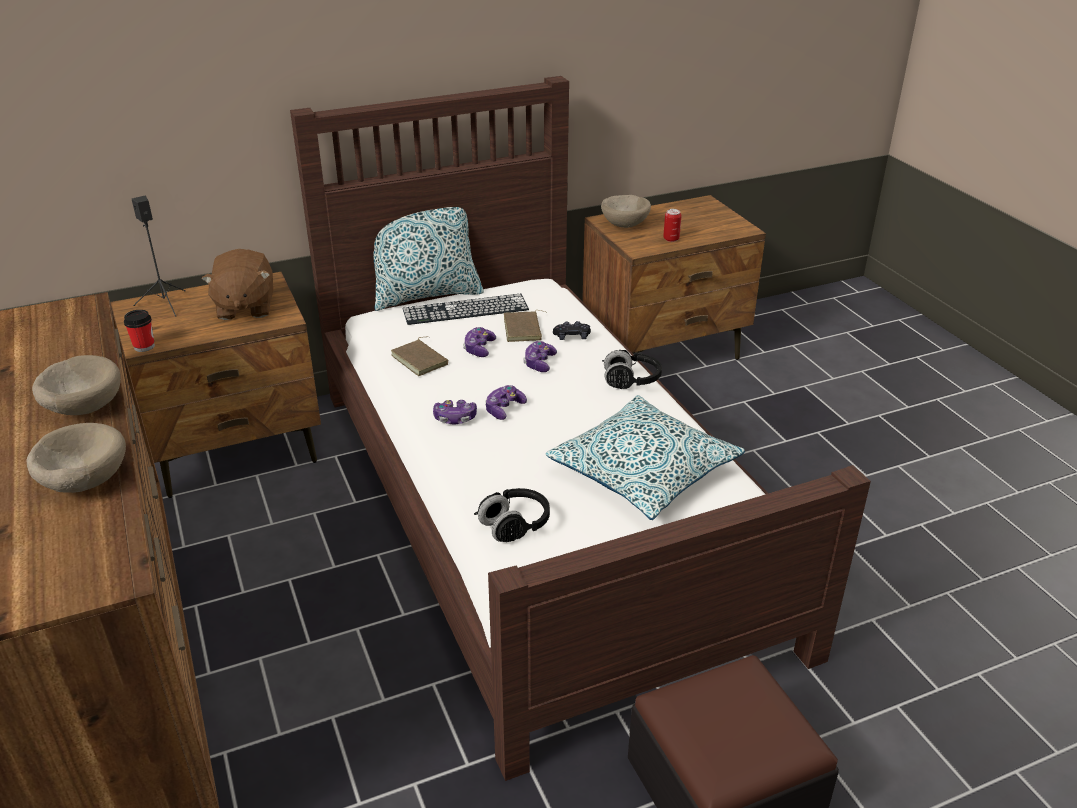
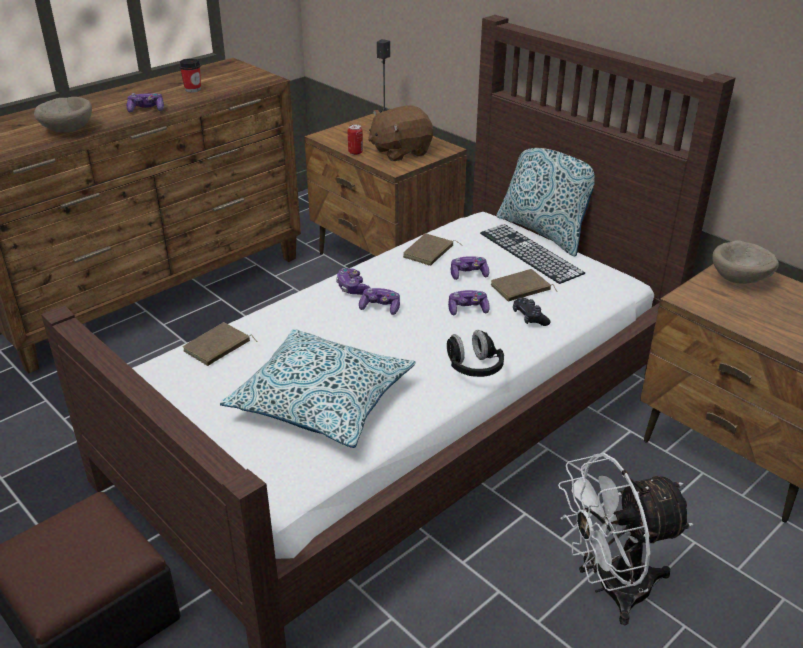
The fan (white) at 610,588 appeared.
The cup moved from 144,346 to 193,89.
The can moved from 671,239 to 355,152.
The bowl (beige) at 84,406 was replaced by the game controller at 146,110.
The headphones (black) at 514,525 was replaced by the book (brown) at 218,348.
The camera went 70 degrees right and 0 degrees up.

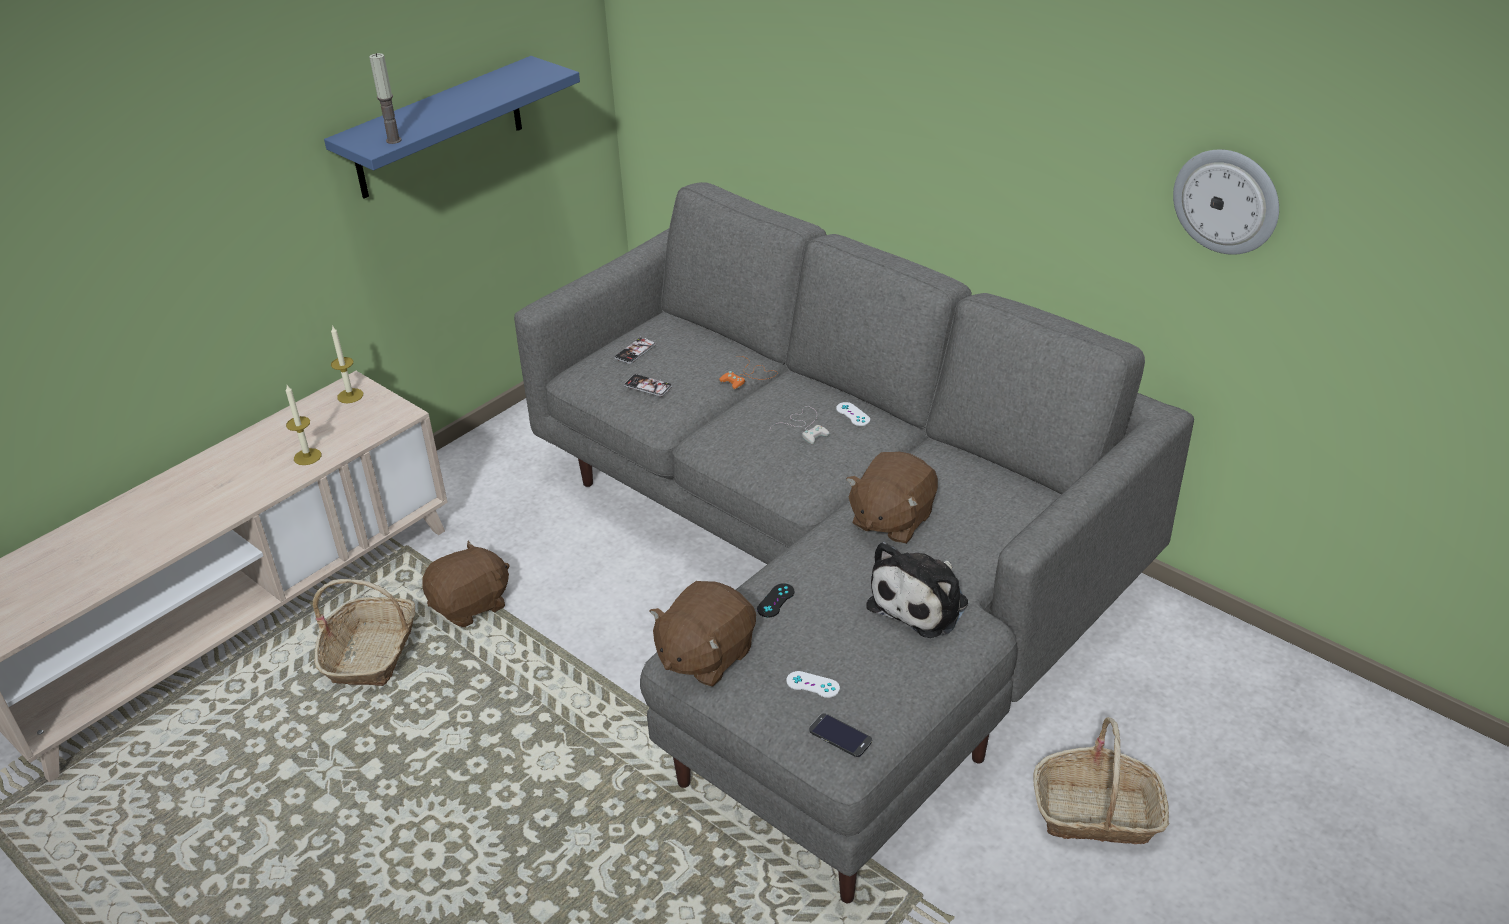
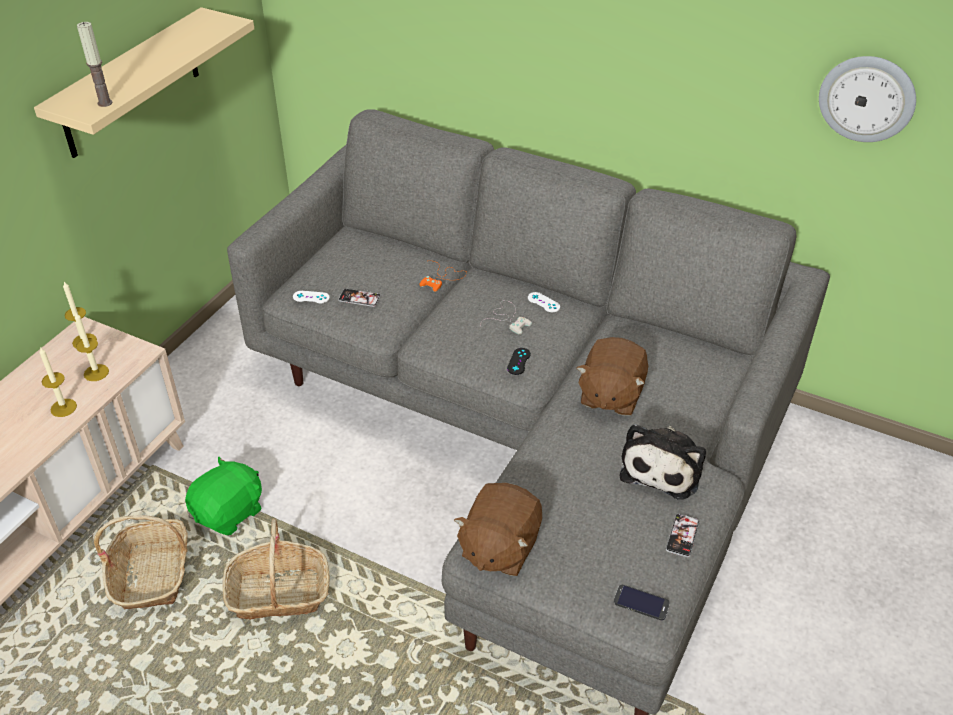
The candle at 96,372 appeared.
The phone moved from 635,351 to 682,536.
The game controller (black) moved from 776,600 to 518,361.
The game controller (white) moved from 813,684 to 311,297.
The basket moved from 1097,813 to 279,593.
The shelf (blue) at 439,128 became the shelf (beige) at 131,84.
The plush toy (brown) at 471,605 became the plush toy (green) at 230,513.
The camera went 15 degrees left and 5 degrees up.

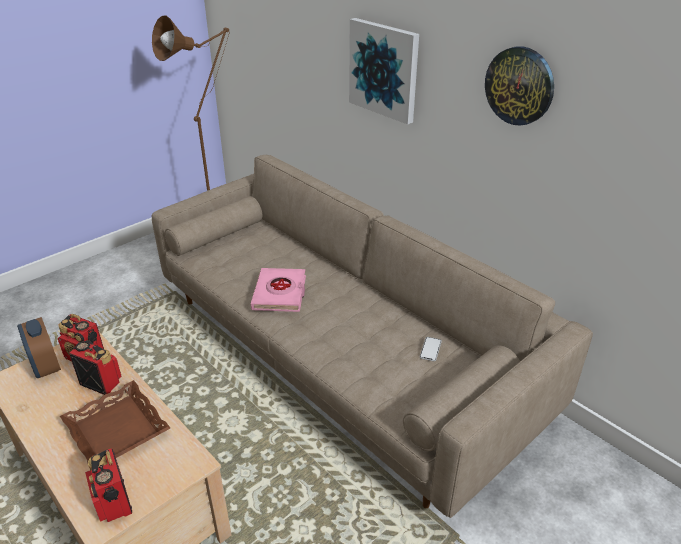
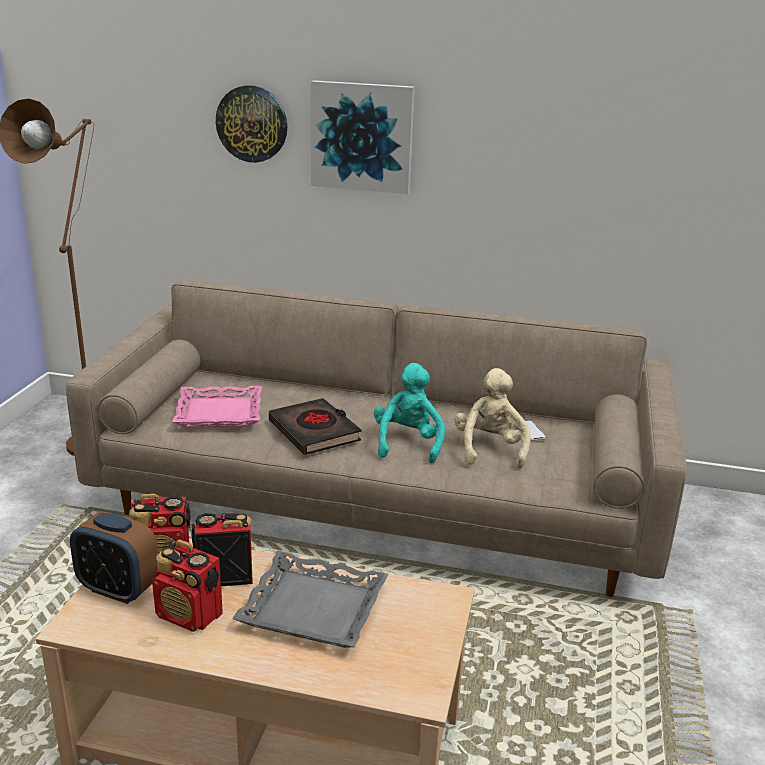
The tray (pink) at 219,412 appeared.
The plush toy (turquoise) at 408,443 appeared.
The plush toy (beige) at 489,449 appeared.
The radio moved from 113,503 to 190,615.
The wall clock moved from 519,86 to 252,124.
The tray (brown) at 117,429 became the tray (grey) at 314,607.
The book (pink) at 280,293 became the book (black) at 314,432.
The camera went 35 degrees left and 10 degrees down.

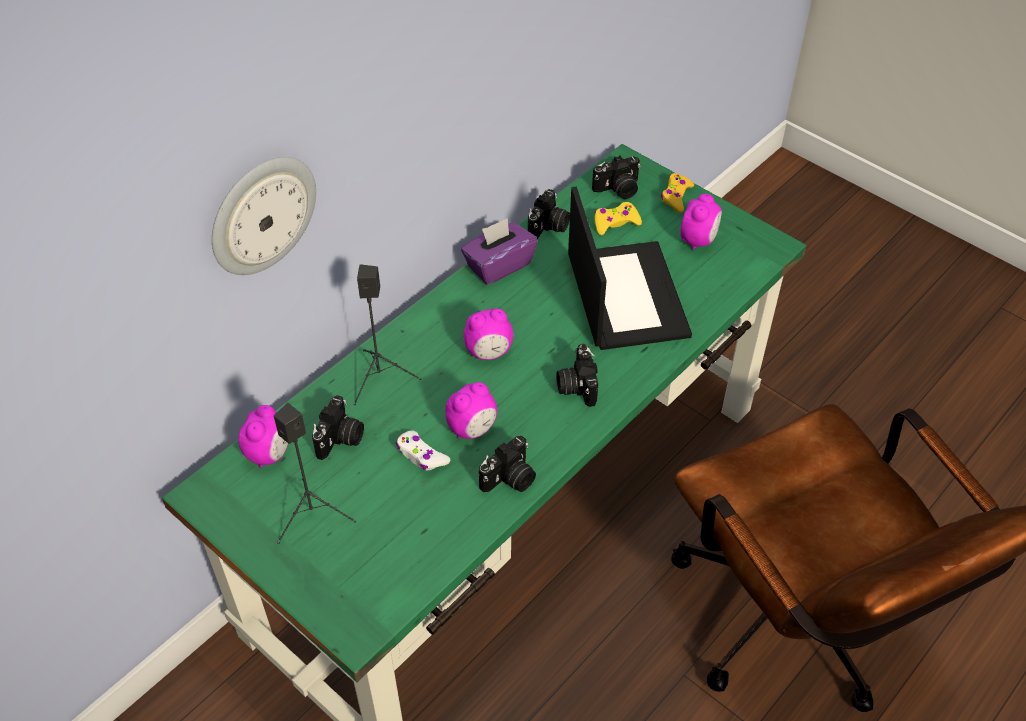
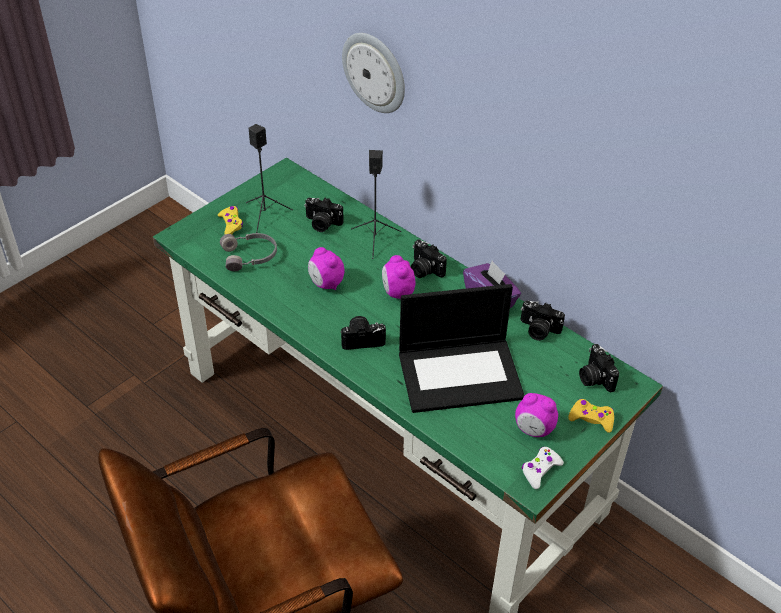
The alarm clock at 269,453 disappeared.
The headphones (grey) at 250,256 appeared.
The game controller (white) moved from 421,455 to 540,470.
The photo camera moved from 510,479 to 424,270.
The game controller (yellow) moved from 615,223 to 231,224.
The camera went 90 degrees right and 5 degrees down.

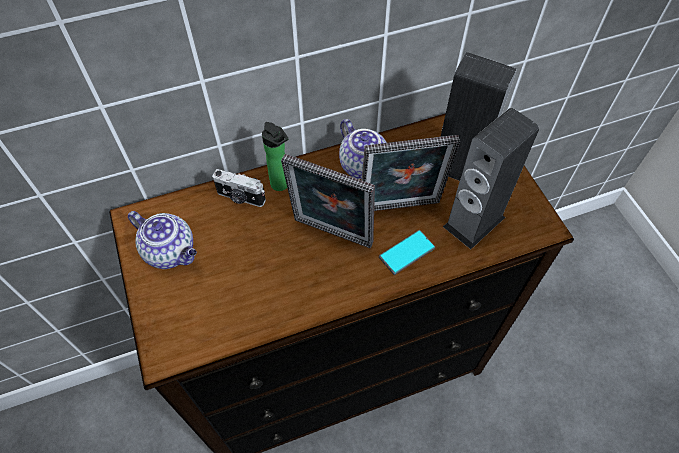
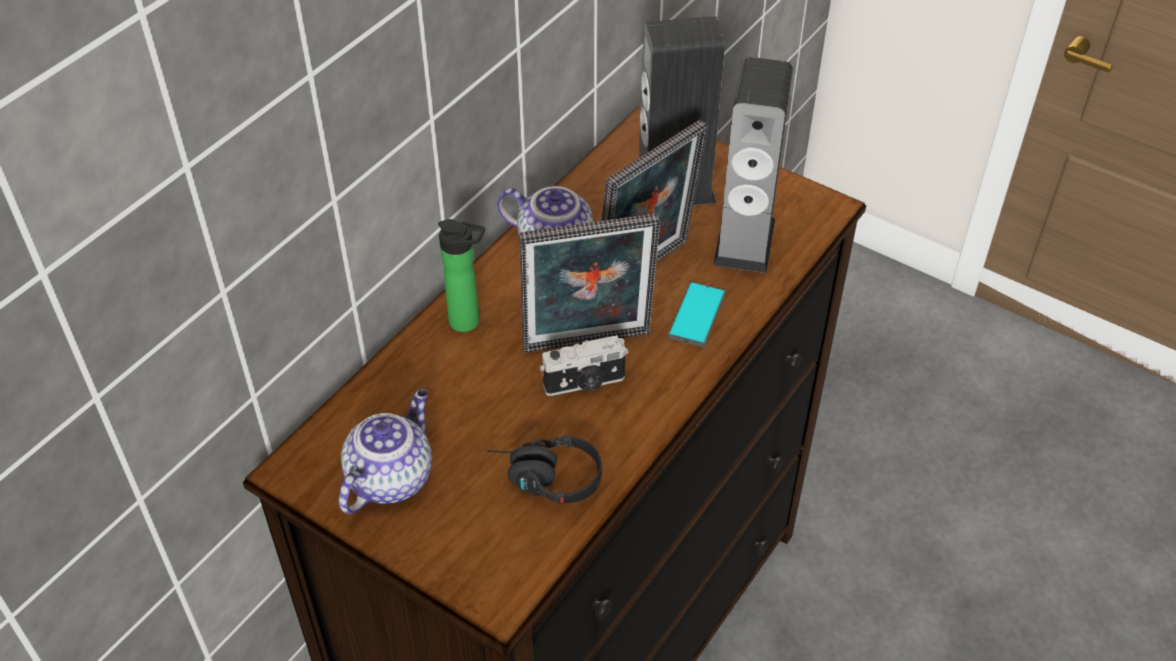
The headphones (black) at 544,479 appeared.
The photo camera moved from 240,198 to 585,384.
The teapot at 171,251 turned 60 degrees counterclockwise.
The camera went 35 degrees left and 10 degrees down.

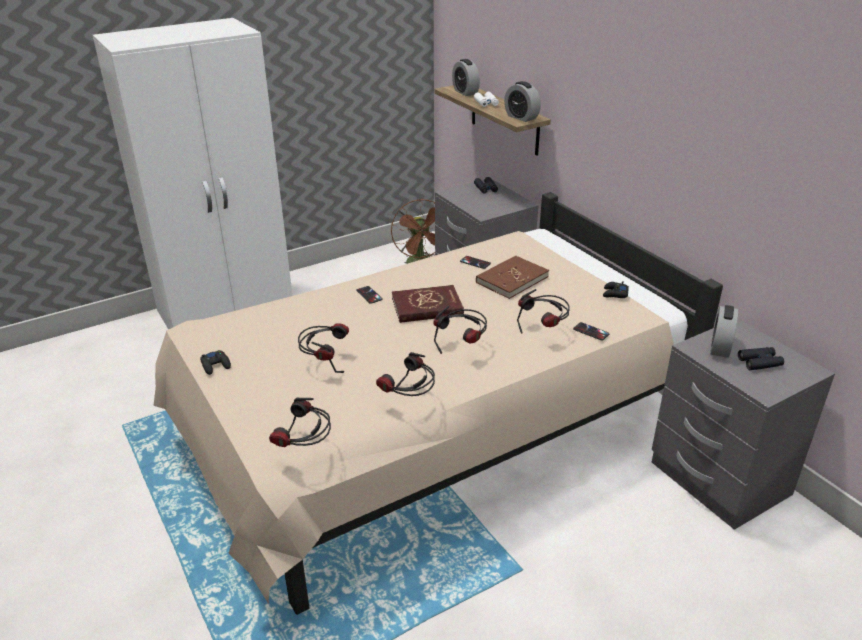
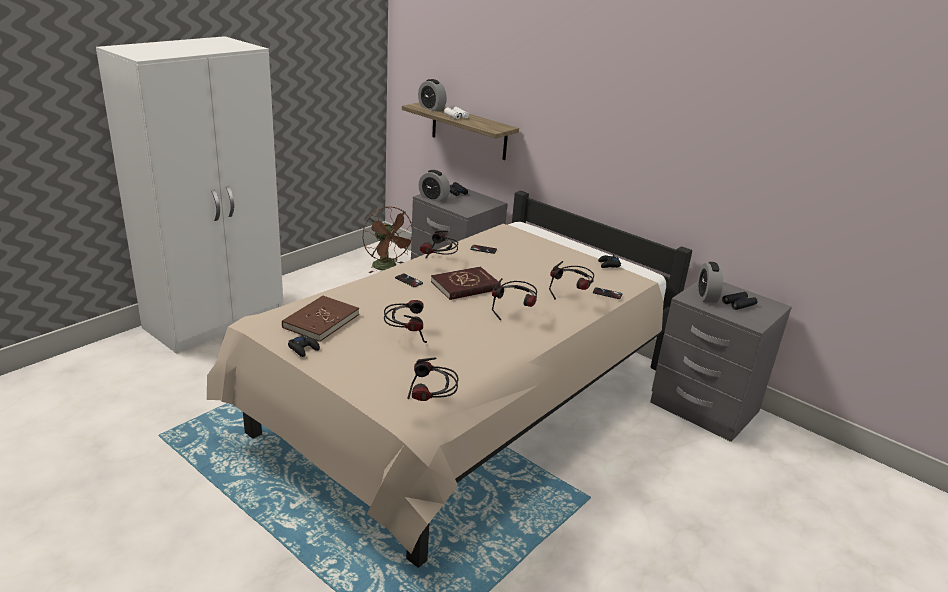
The headphones moved from 409,401 to 439,264.
The book (brown) moved from 512,279 to 321,321.
The alarm clock moved from 521,117 to 433,198.
The camera went 20 degrees left and 5 degrees down.

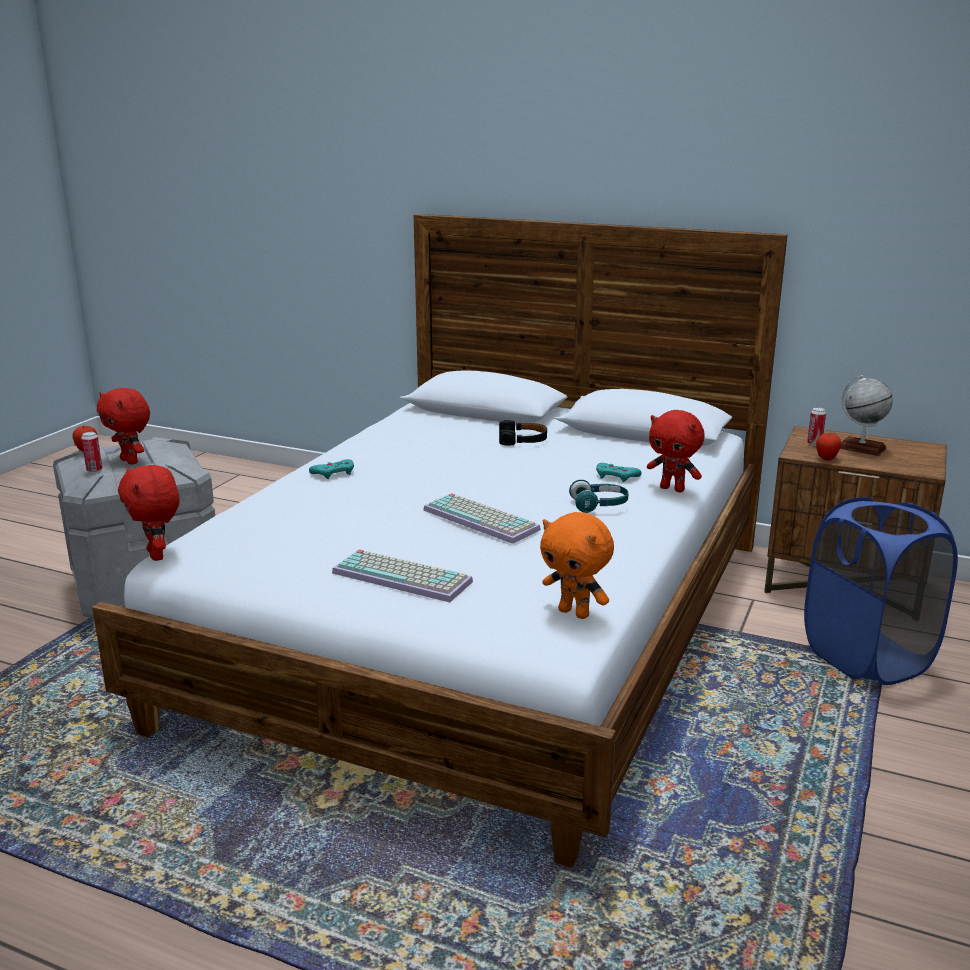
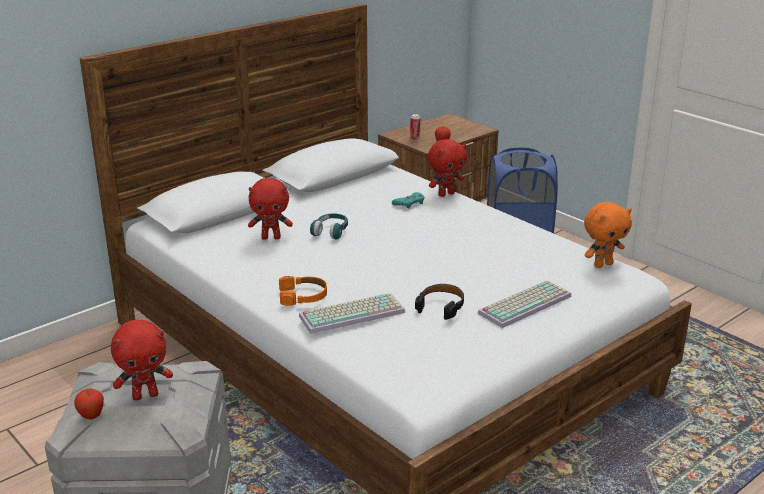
The can at 94,470 disappeared.
The globe at 861,448 disappeared.
The plush toy (red) moved from 158,555 to 271,237.
The keyboard moved from 483,519 to 352,313.
The headphones (black) moved from 523,440 to 441,306.
The headphones (turquoise) moved from 599,505 to 331,232.
The game controller (turquoise) at 334,473 was replaced by the headphones (orange) at 303,296.
The camera went 65 degrees left and 5 degrees up.

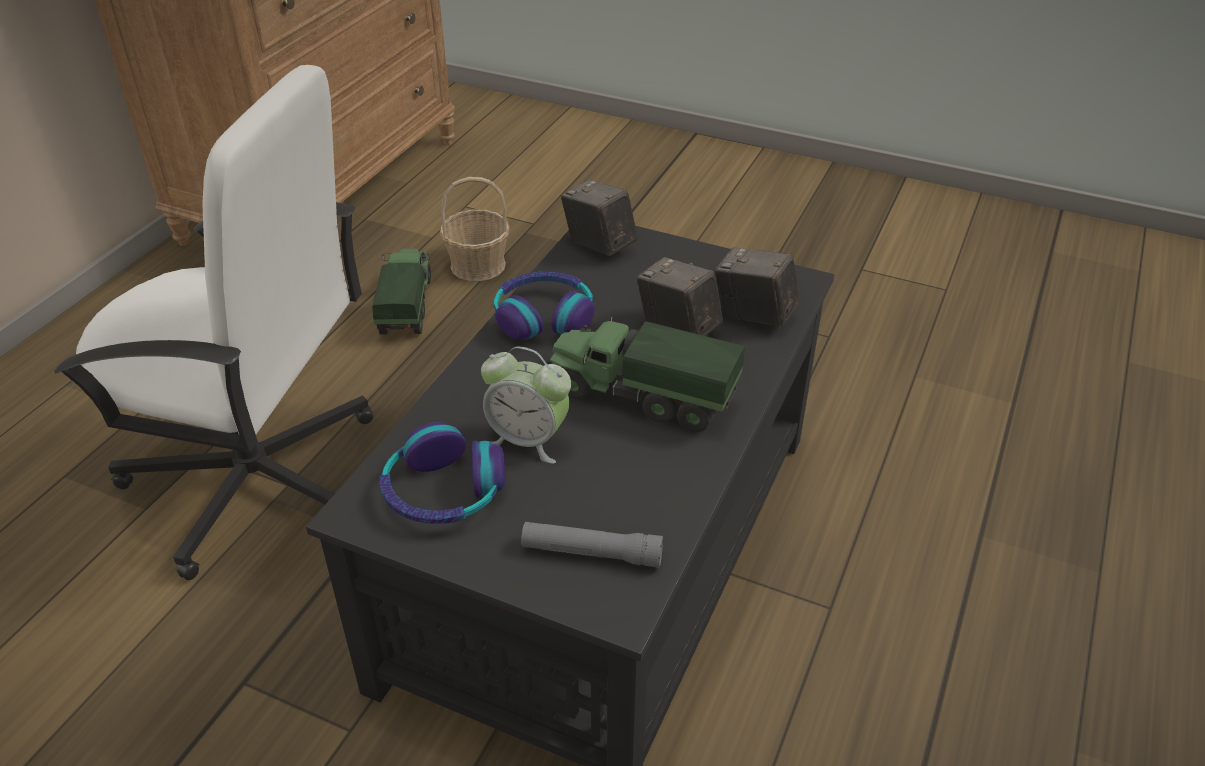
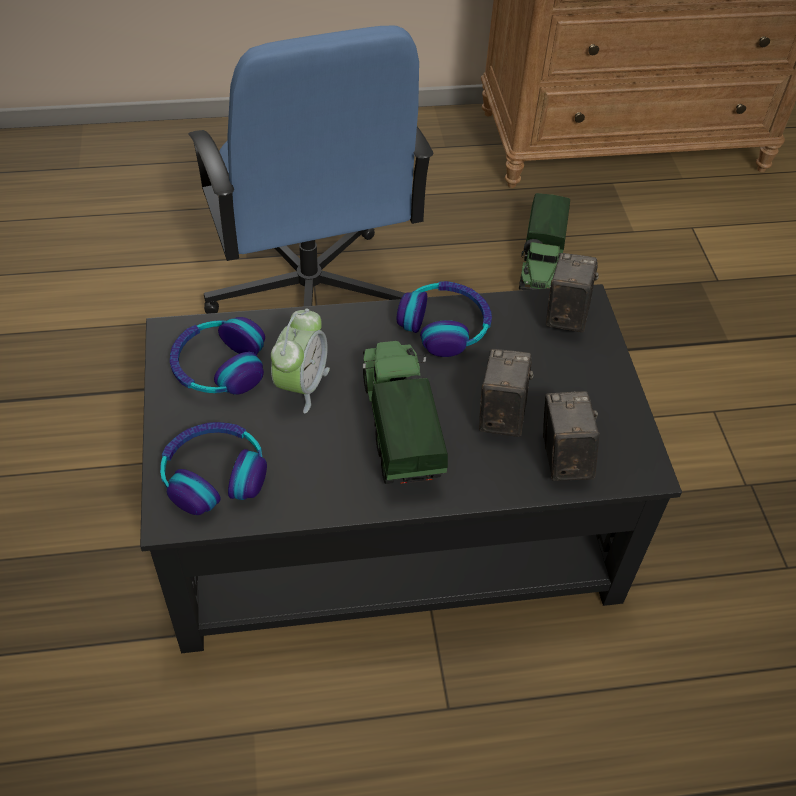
The basket at 477,265 disappeared.
The flashlight (grey) at 591,553 was replaced by the headphones at 214,475.
The office chair (white) at 259,480 became the office chair (blue) at 309,294.
The toy truck at 406,305 turned 135 degrees clockwise.
The alarm clock at 528,440 turned 150 degrees counterclockwise.
The camera went 55 degrees right and 10 degrees up.

